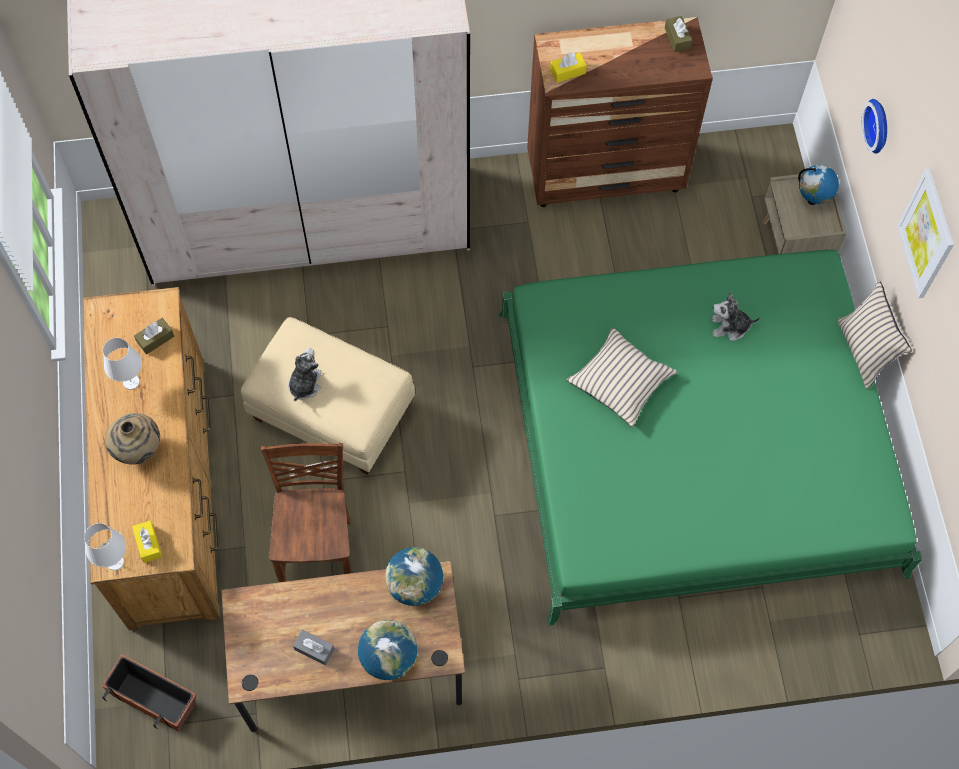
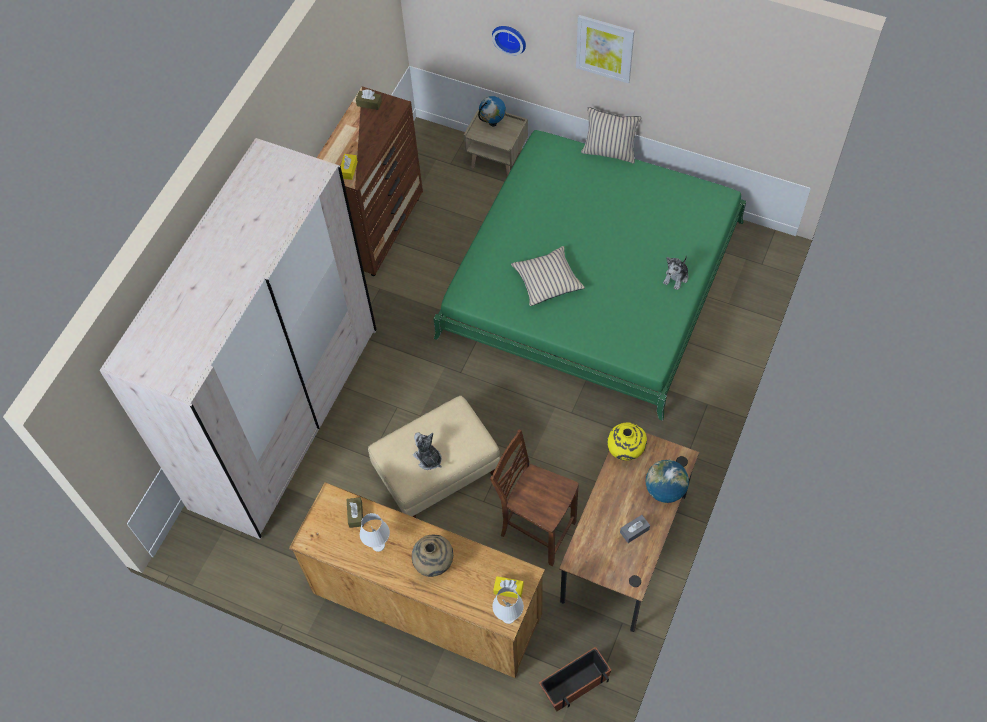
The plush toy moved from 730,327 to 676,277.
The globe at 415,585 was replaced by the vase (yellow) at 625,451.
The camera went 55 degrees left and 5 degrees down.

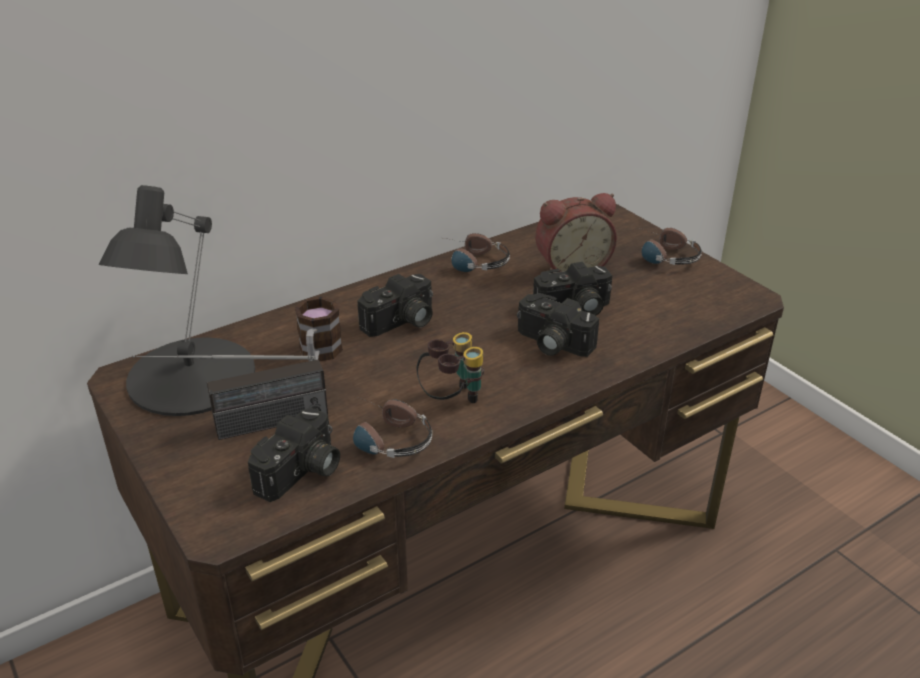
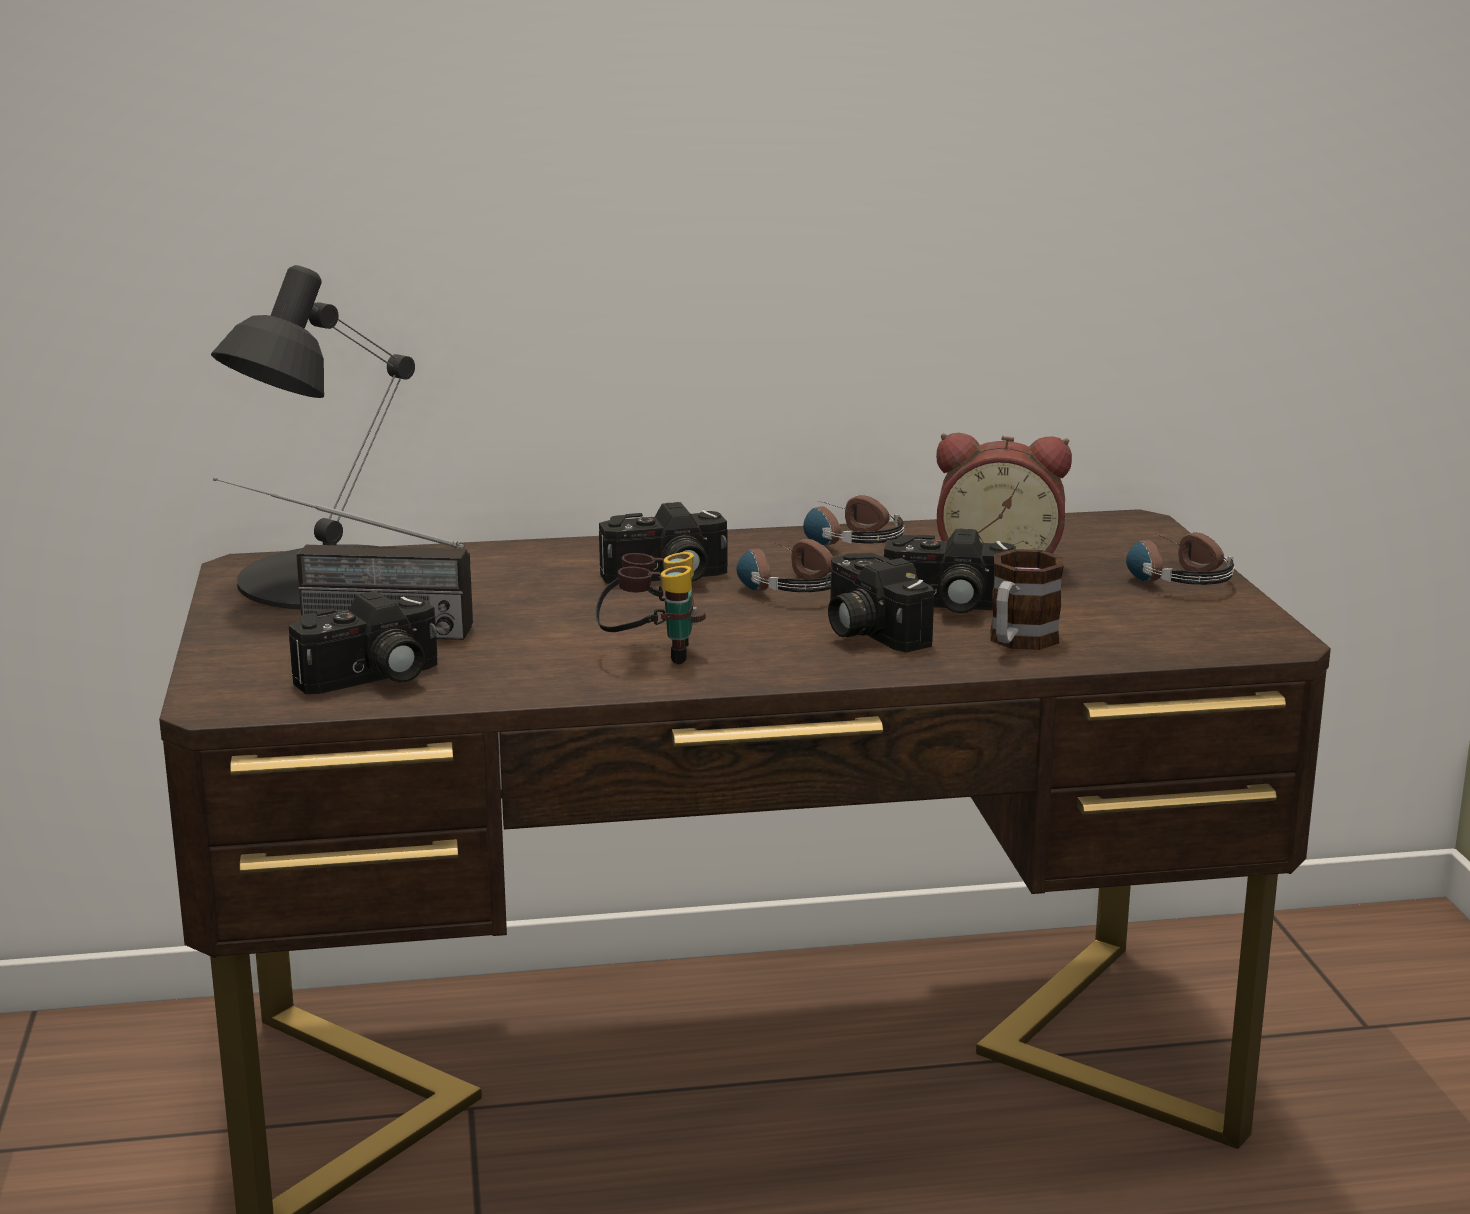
The mug moved from 319,354 to 1018,642.
The headphones moved from 384,437 to 784,584.
The camera went 25 degrees right and 15 degrees down.

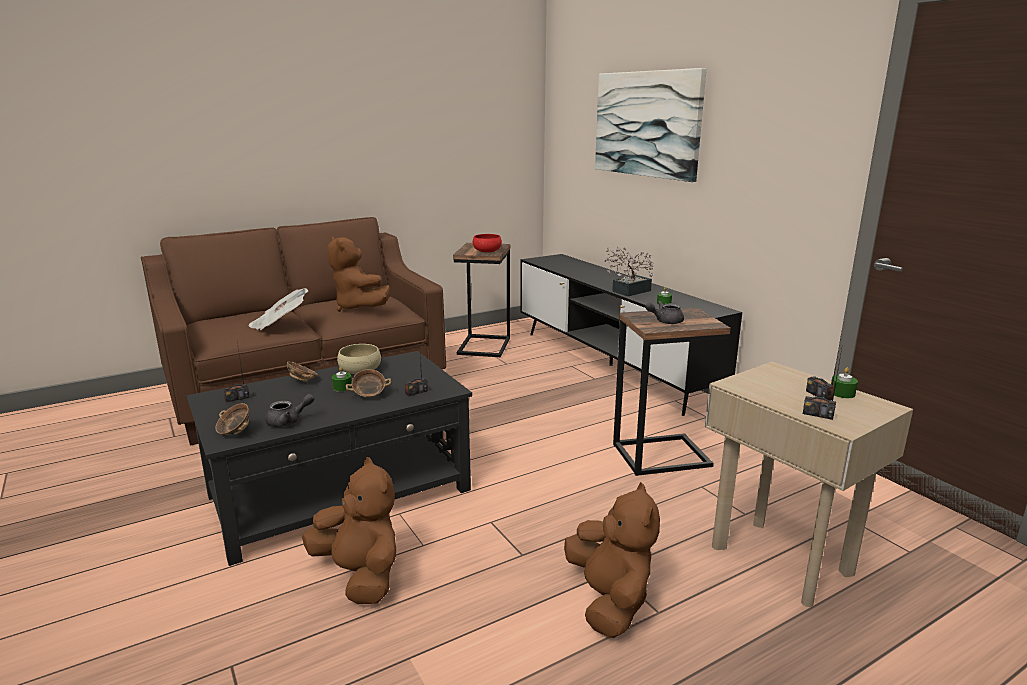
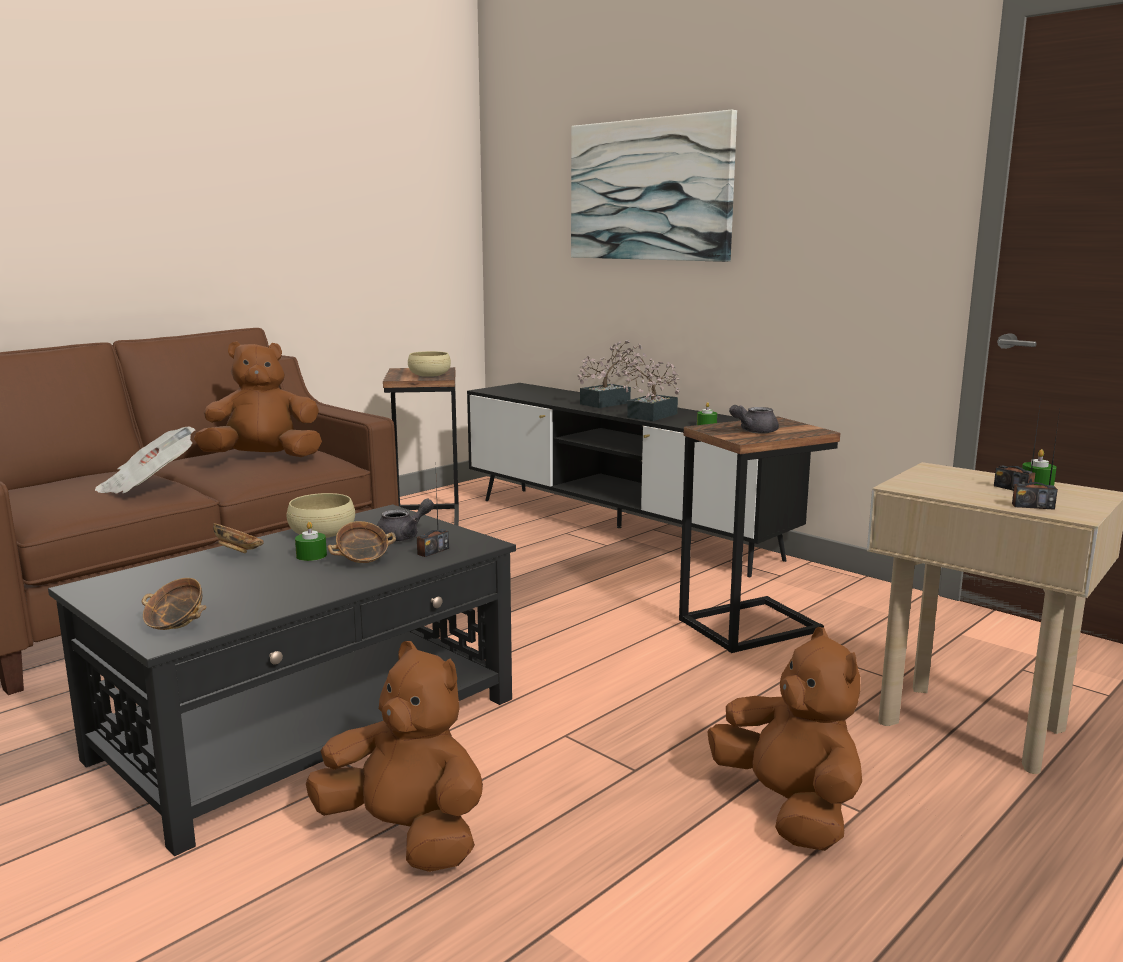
The radio at 237,398 disappeared.
The potted plant at 610,403 appeared.
The teapot (grey) moved from 288,421 to 404,536.
The bowl (red) at 487,250 became the bowl (beige) at 429,375.
The plush toy (brown) at 359,307 turned 120 degrees clockwise.
The camera went 15 degrees left and 5 degrees down.

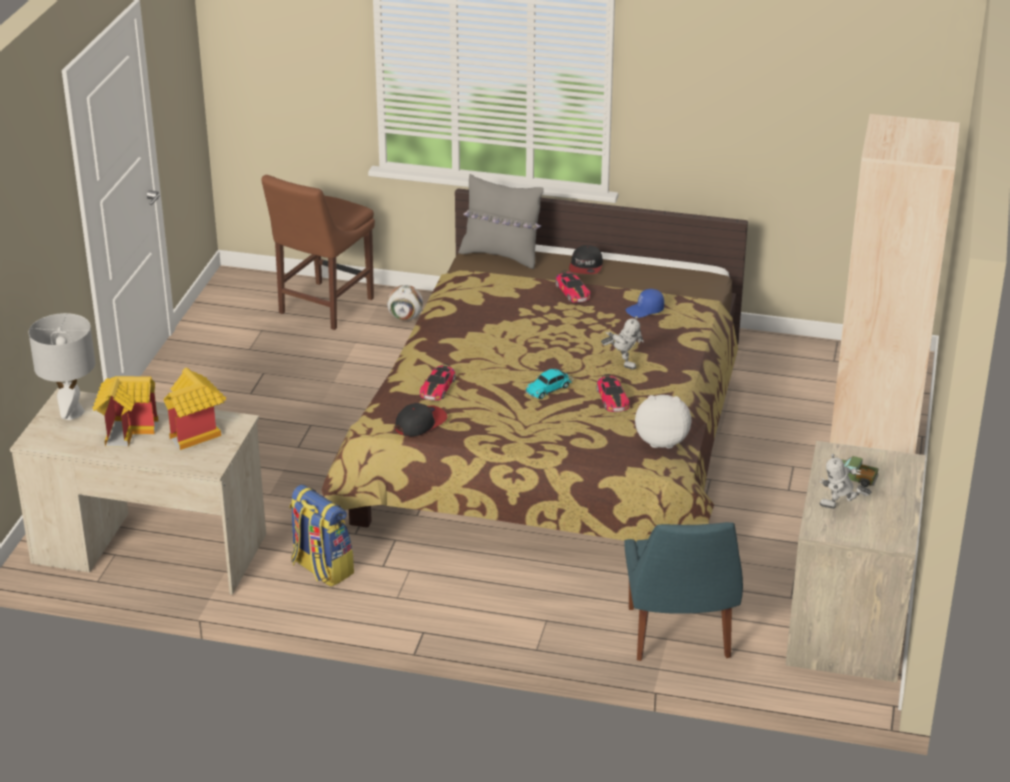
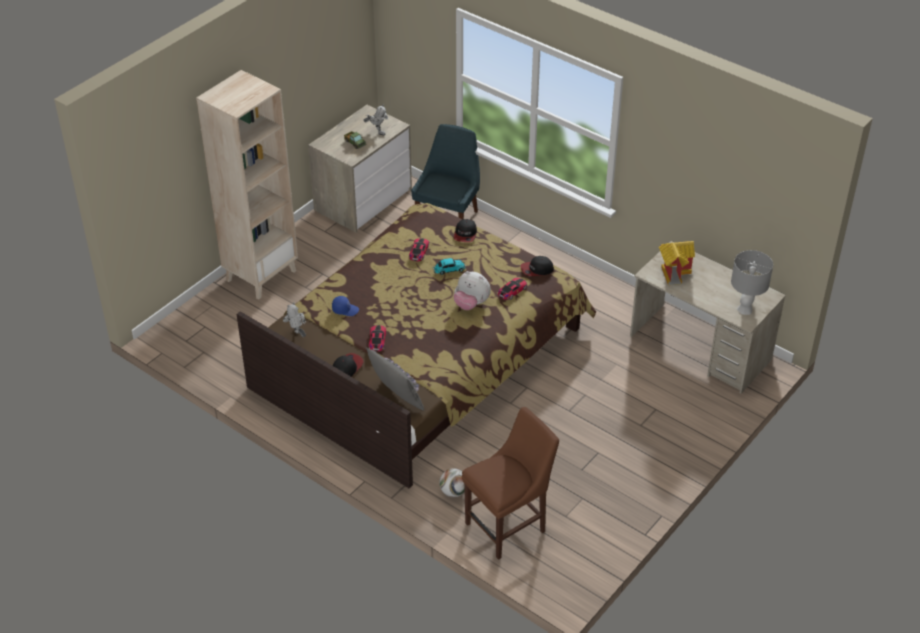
The toy house at 129,430 disappeared.
The backpack at 321,568 disappeared.
The cap at 465,234 appeared.
The toy robot moved from 622,363 to 297,335.
The plush toy moved from 661,440 to 471,304.
The camera went 155 degrees left and 10 degrees up.

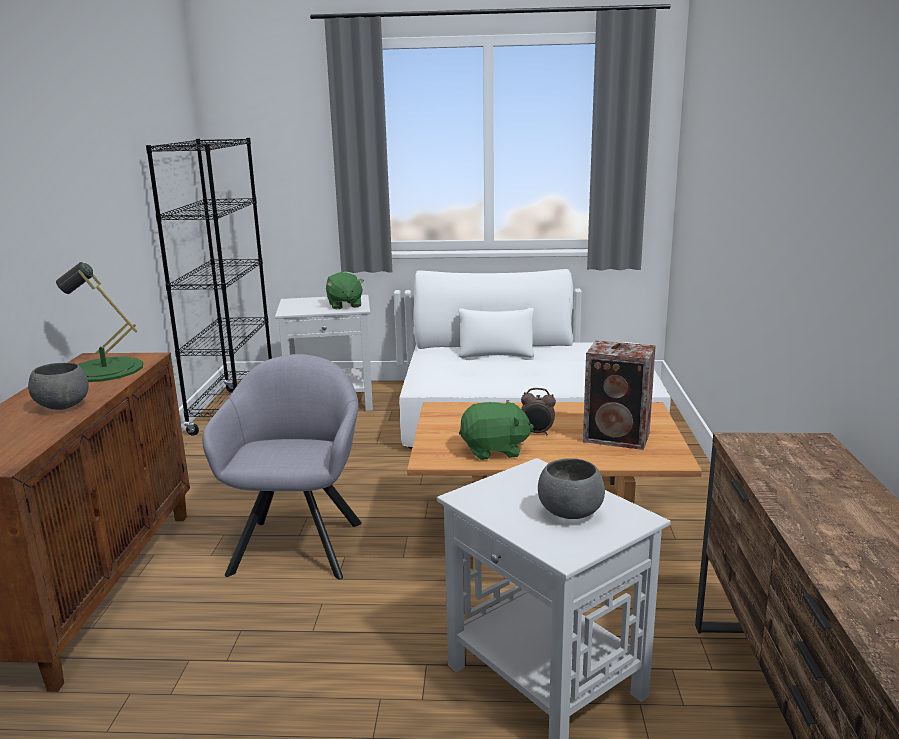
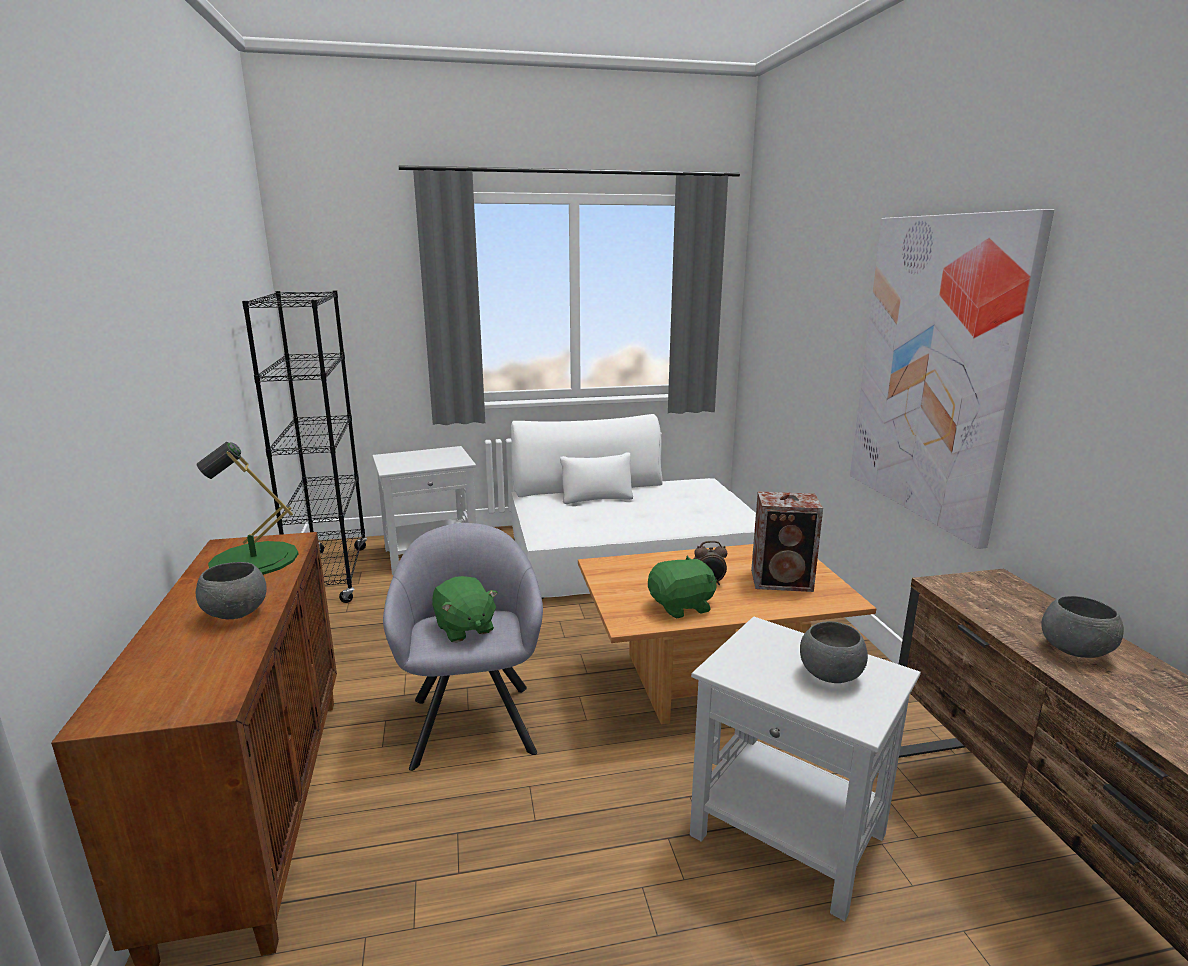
The picture at 935,370 appeared.
The bowl (grey) at 1075,652 appeared.
The plush toy (green) moved from 344,305 to 464,628.
The camera went 15 degrees left and 0 degrees up.

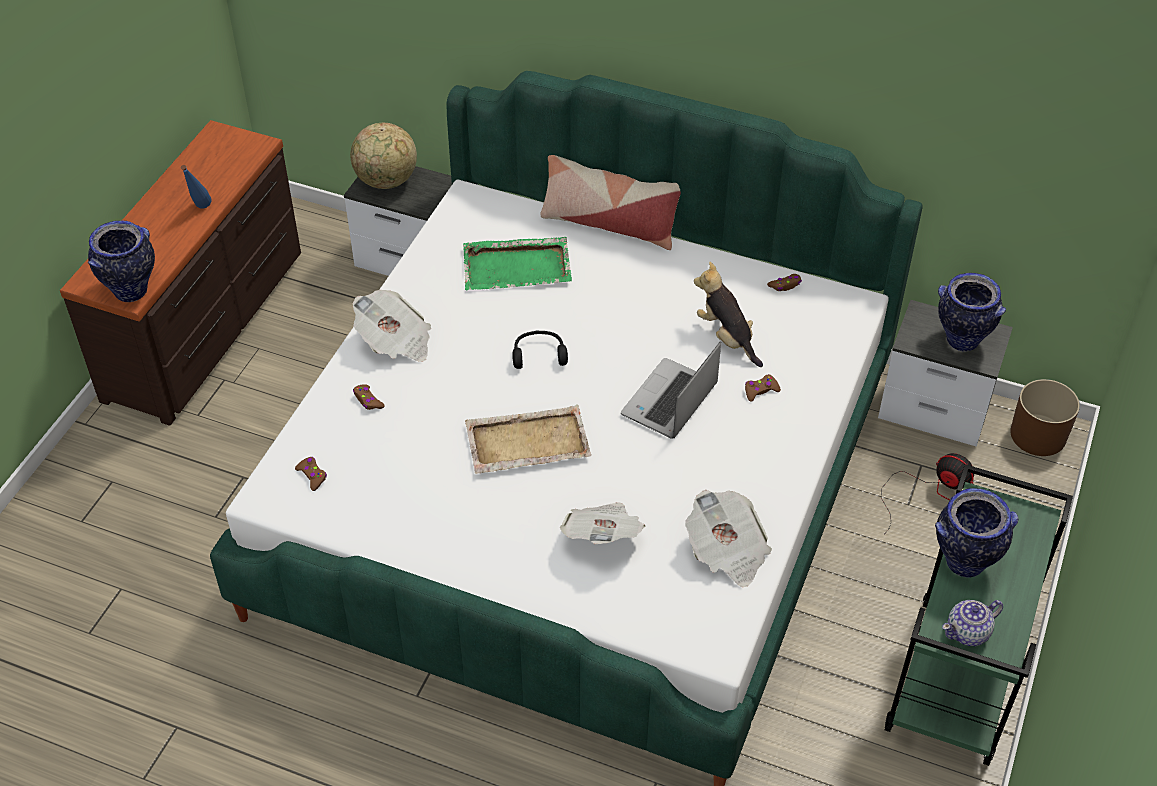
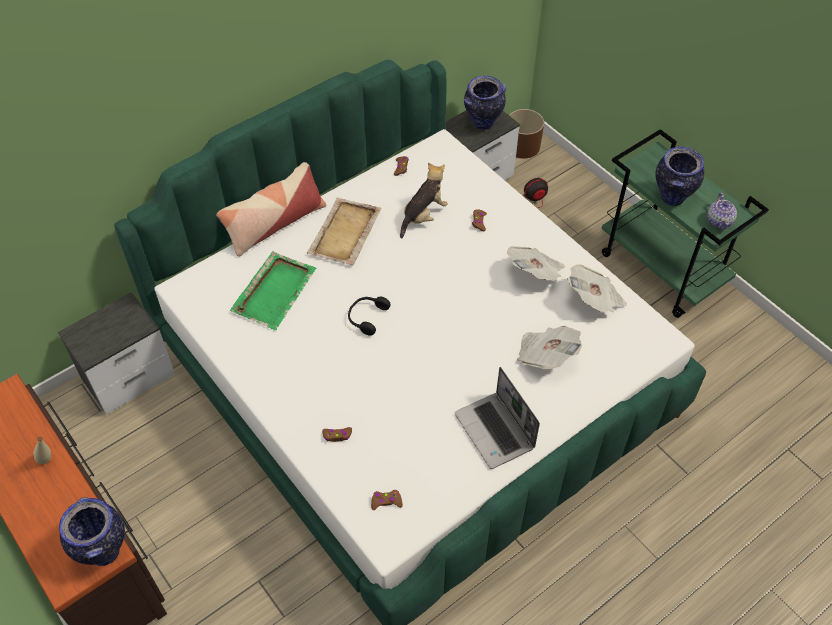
The globe at 386,181 disappeared.
The newspaper moved from 395,342 to 535,273.
The tray (beige) moved from 526,442 to 344,233.
The laptop moved from 670,401 to 495,431.
The bottle (blue) at 200,210 became the bottle (beige) at 50,463.
The plush toy at 727,337 turned 135 degrees clockwise.
The camera went 60 degrees left and 5 degrees up.

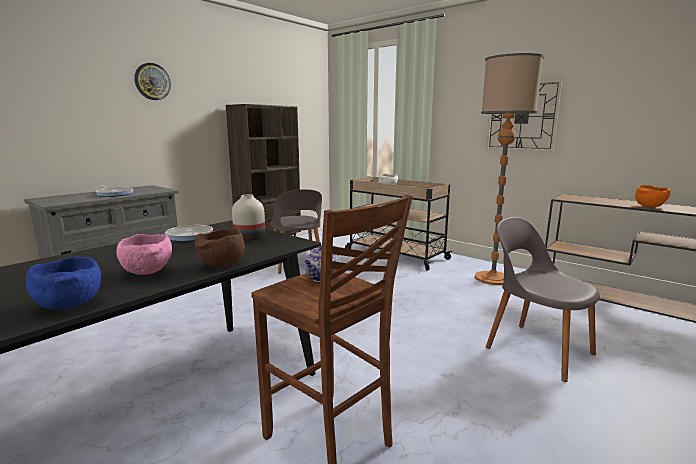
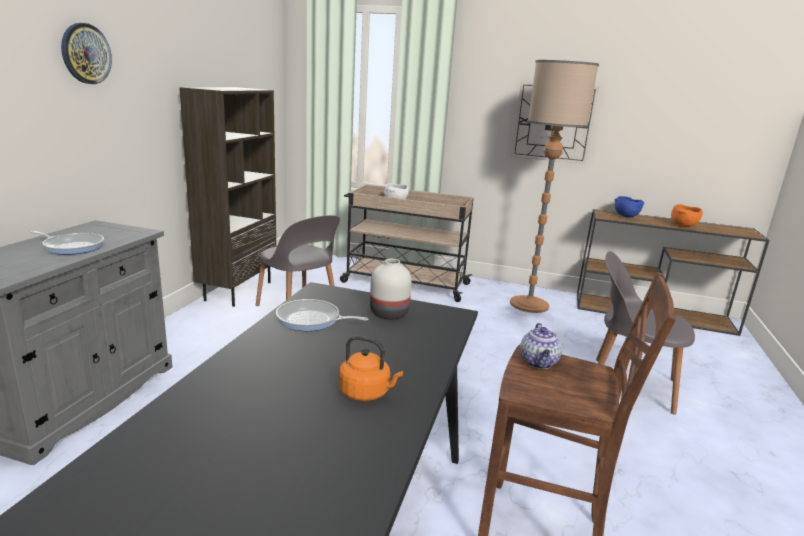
The bowl (brown) at 221,265 disappeared.
The bowl (blue) moved from 69,305 to 625,216.
The bowl (pink) at 149,272 was replaced by the kettle (orange) at 367,393.
The camera went 25 degrees left and 5 degrees up.

